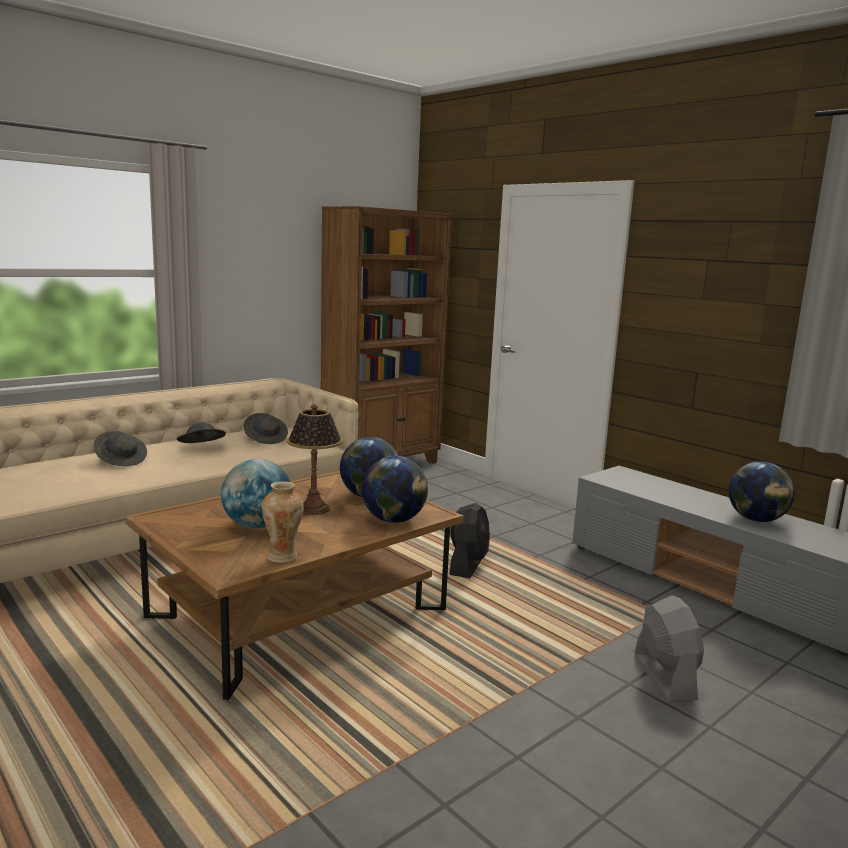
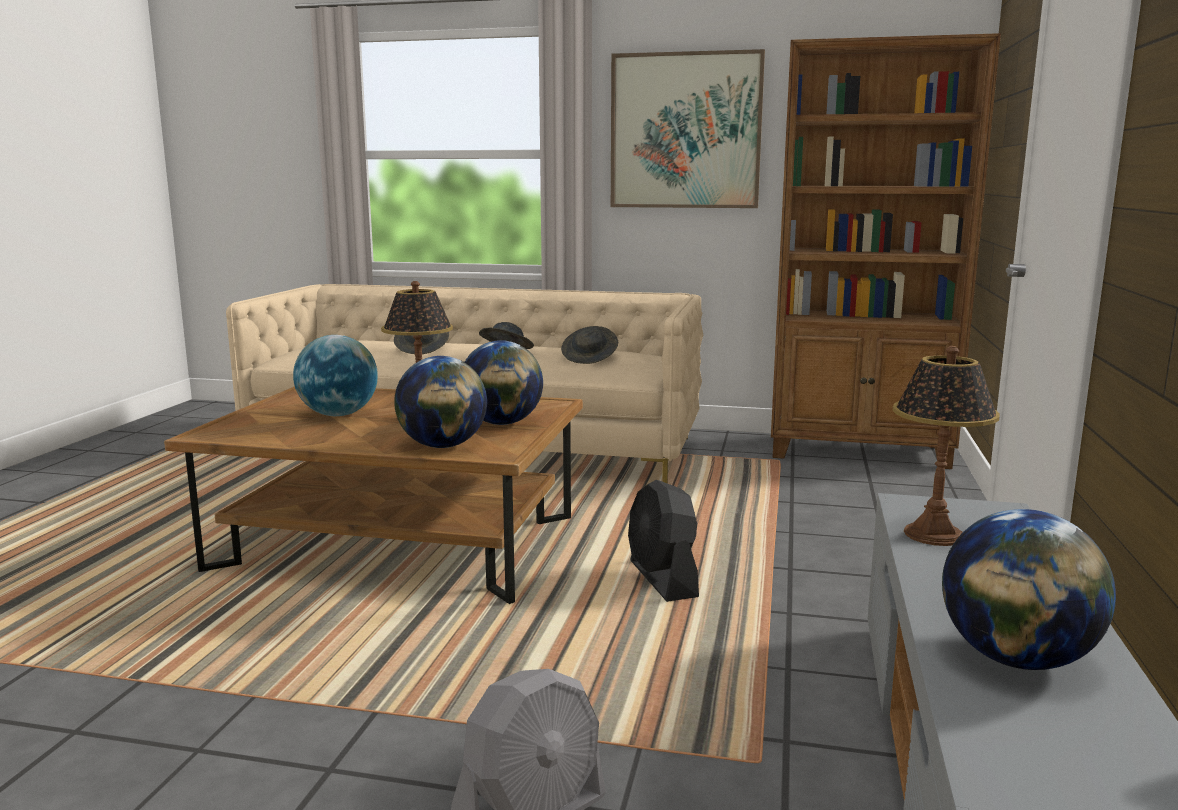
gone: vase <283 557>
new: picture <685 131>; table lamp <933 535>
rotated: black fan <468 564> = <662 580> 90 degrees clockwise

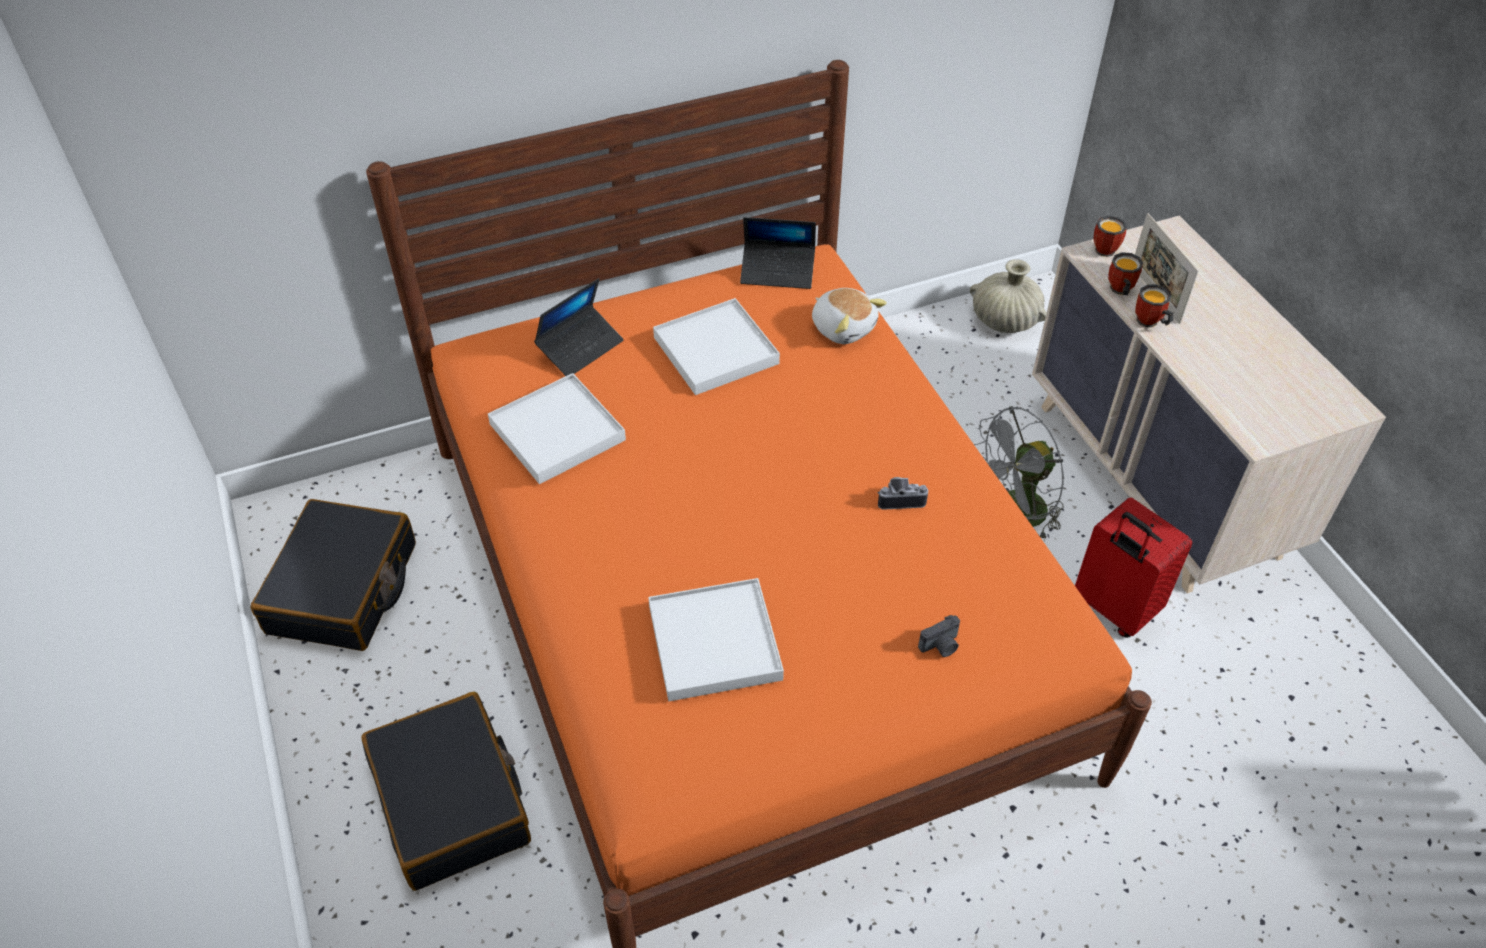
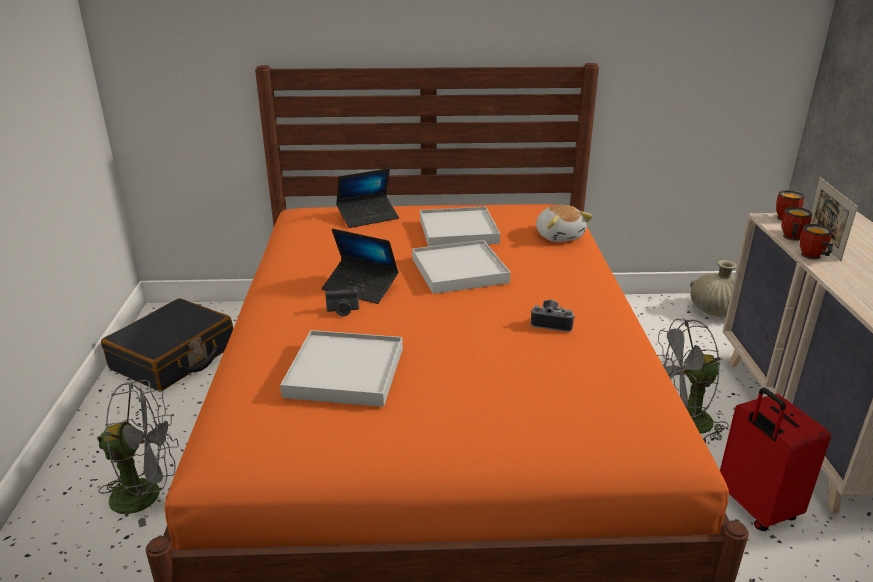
shifted: white tray <557 432> to <459 270>; laptop <777 272> to <360 287>; photo camera <941 646> to <343 311>
swapped: black suitcase <452 801> to grey fan <147 494>

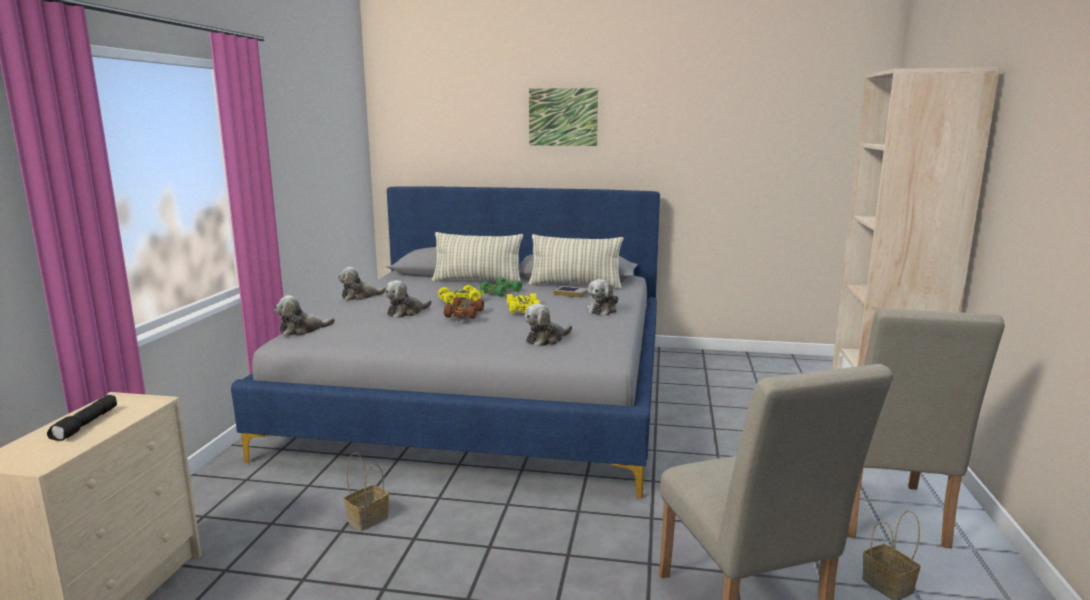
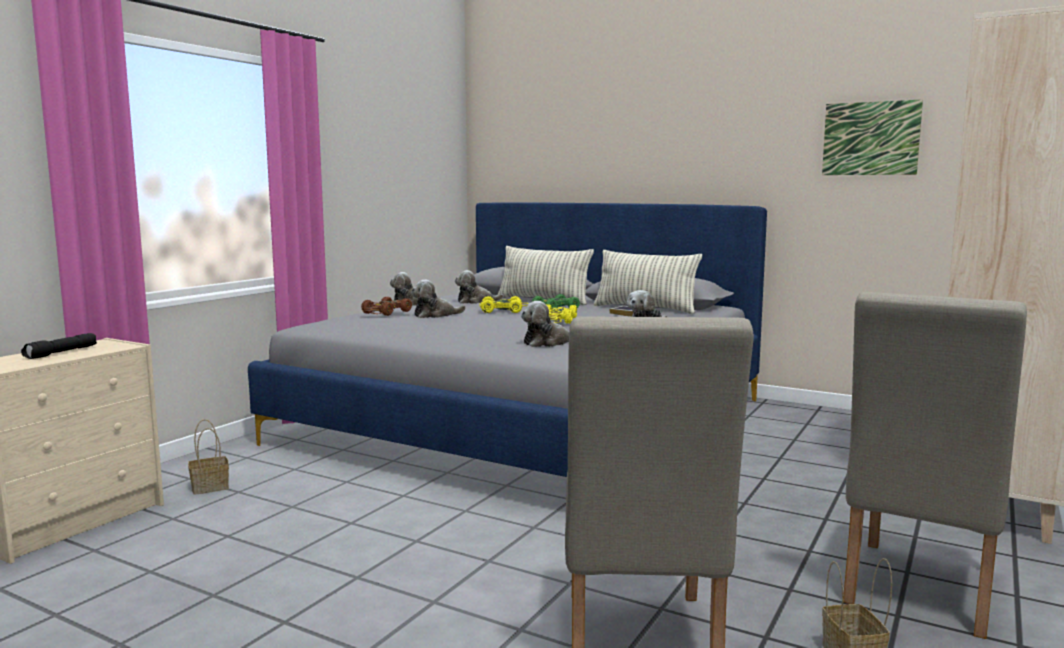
shifted: plush toy <302 330> to <476 302>; basket <368 518> to <211 487>; brown toy car <464 314> to <386 312>; picture <563 117> to <870 138>

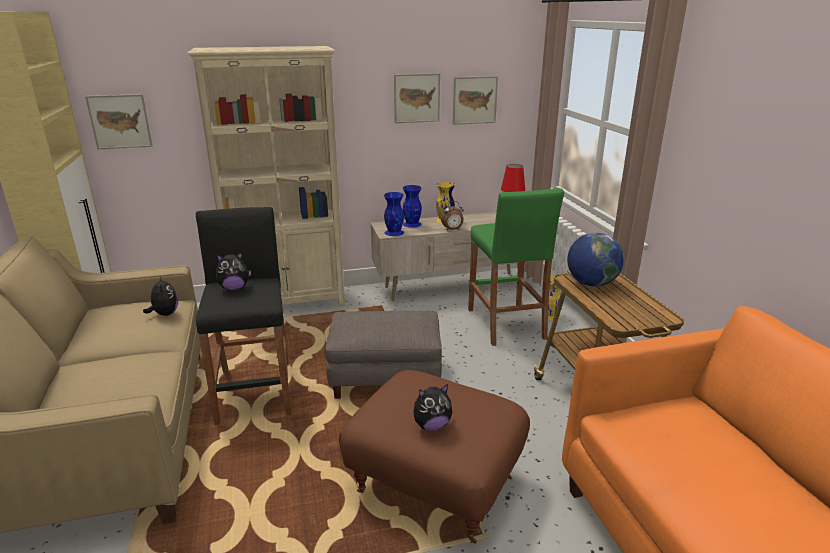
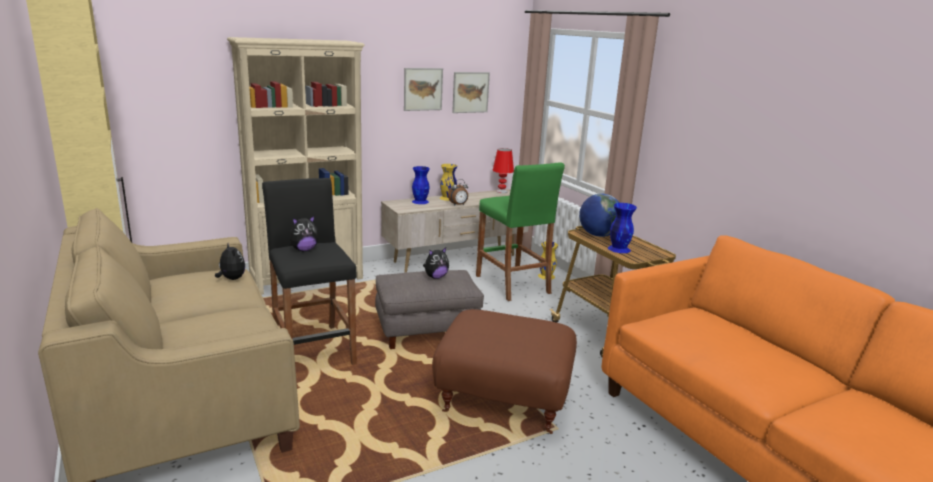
gone: picture <120 121>
shifted: blue vase <394 232> to <618 249>; plush toy <431 425> to <435 277>

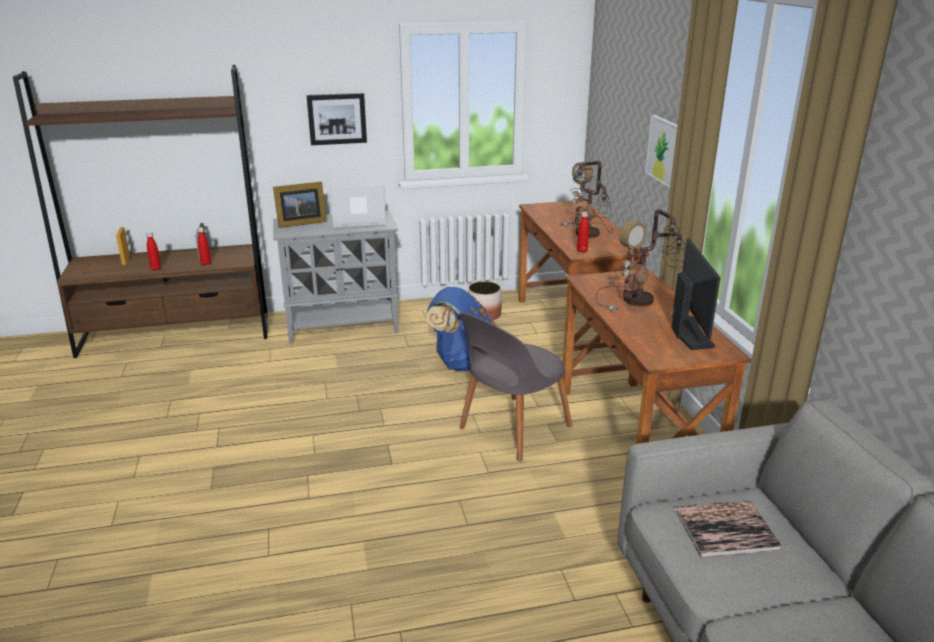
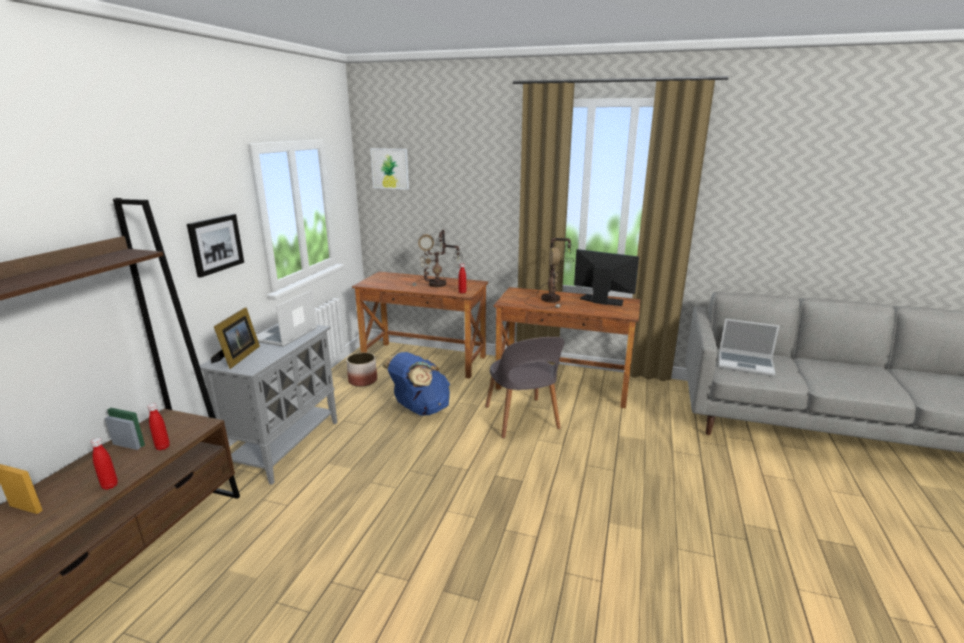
shifted: picture <664 151> to <390 168>
swapped: book <725 529> to laptop <746 364>

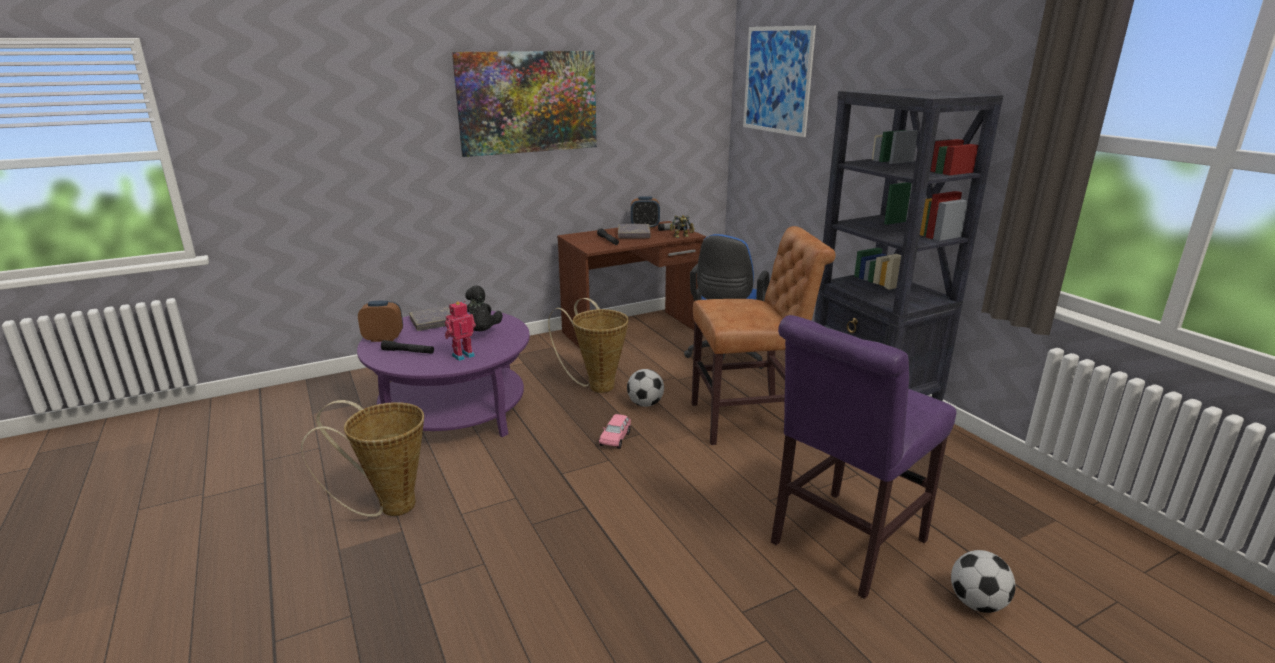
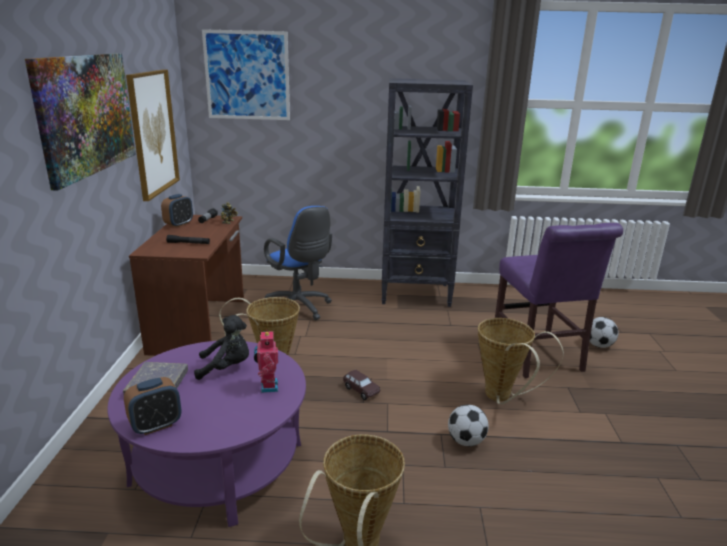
gone: black flashlight <408 352>; grey book <634 234>; brown chair <750 420>
new: picture <153 133>; basket <502 398>
shifted: football <645 404> to <466 441>
repainted: pink toy car <615 438> to brown toy car <361 390>
rotated: alarm clock <383 338> = <156 425> 150 degrees counterclockwise

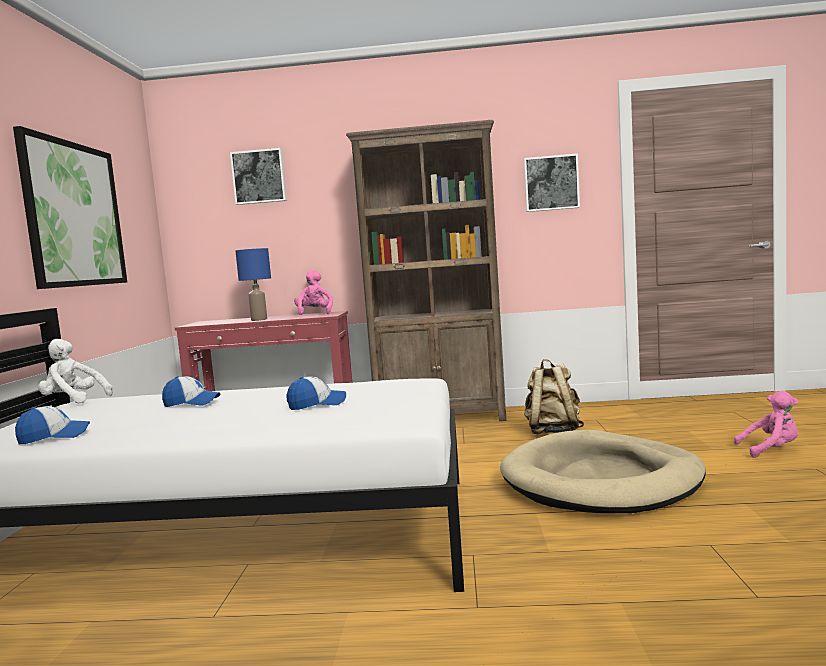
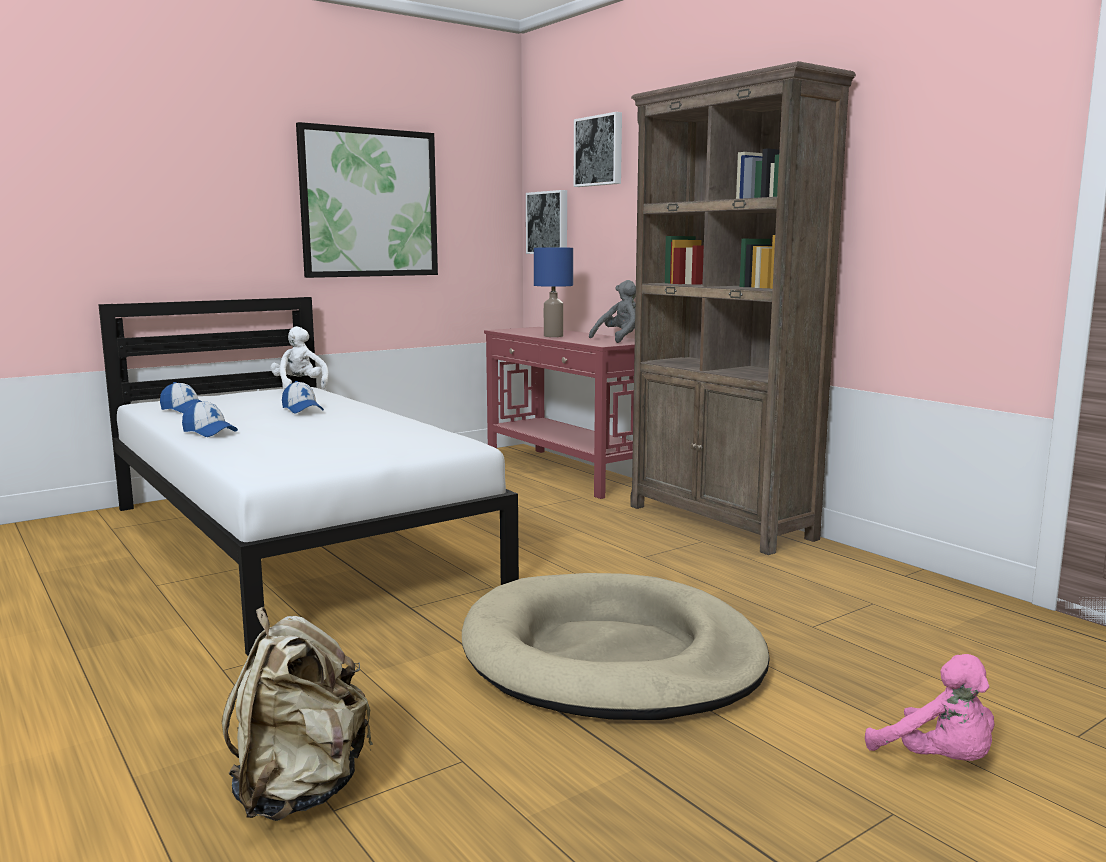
shifted: cap <317 404> to <209 432>; picture <551 183> to <548 223>; beige backpack <553 431> to <300 790>
repainted: pink plush toy <314 314> to grey plush toy <619 339>

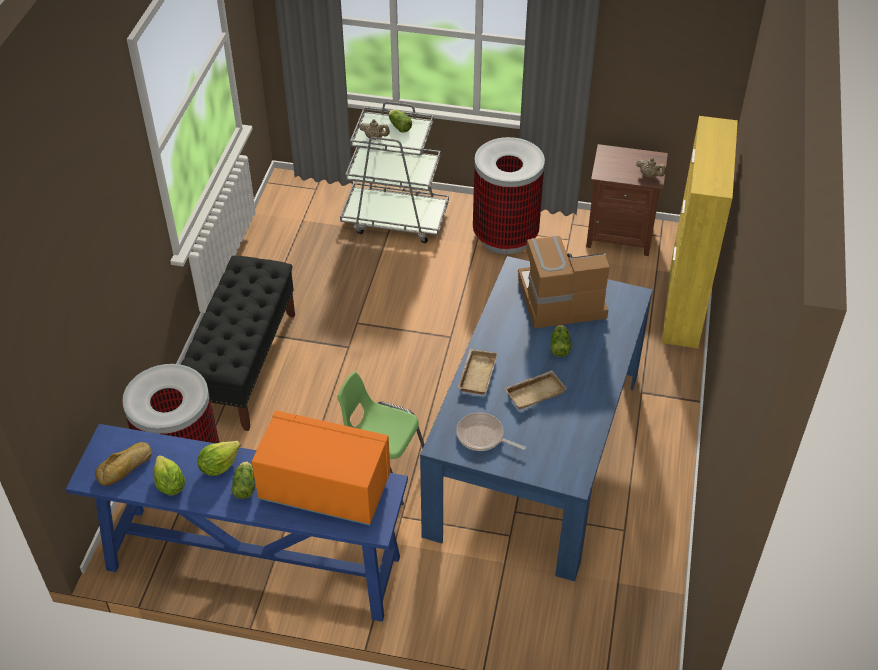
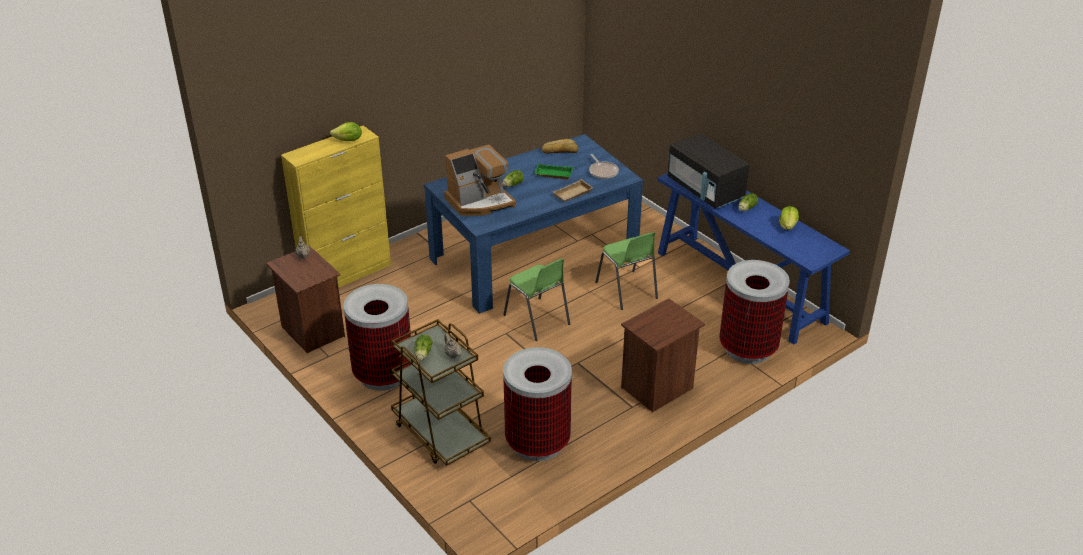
new: green chair <537 320>; trash can <537 442>
shifted: bread <126 467> to <560 150>; lettuce <219 466> to <348 140>
swapped: black bench <245 365> to brown nightstand <658 389>
repainted: orange microwave <324 489> to black microwave <705 190>; grey cart <395 219> to brown cart <440 433>; beige tray <535 392> to green tray <553 174>
rotated: coffee machine <560 300> = <480 202> 60 degrees counterclockwise

